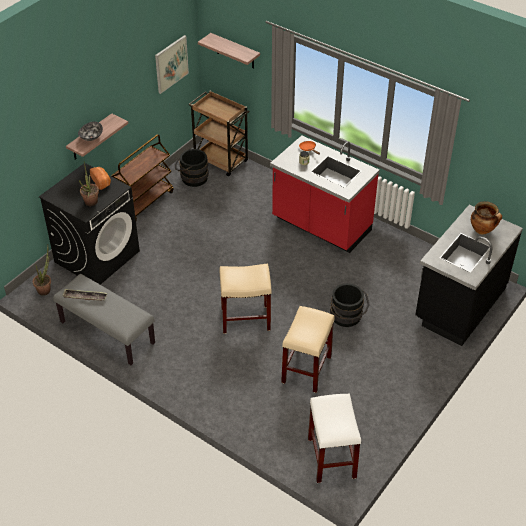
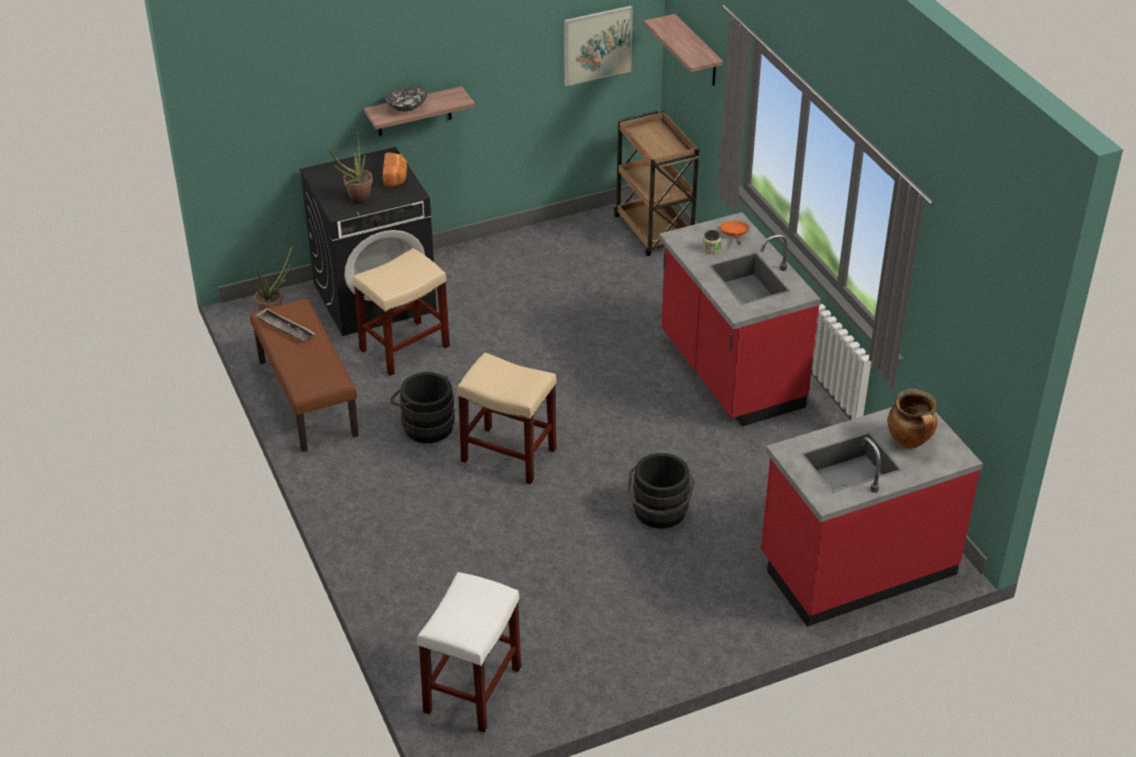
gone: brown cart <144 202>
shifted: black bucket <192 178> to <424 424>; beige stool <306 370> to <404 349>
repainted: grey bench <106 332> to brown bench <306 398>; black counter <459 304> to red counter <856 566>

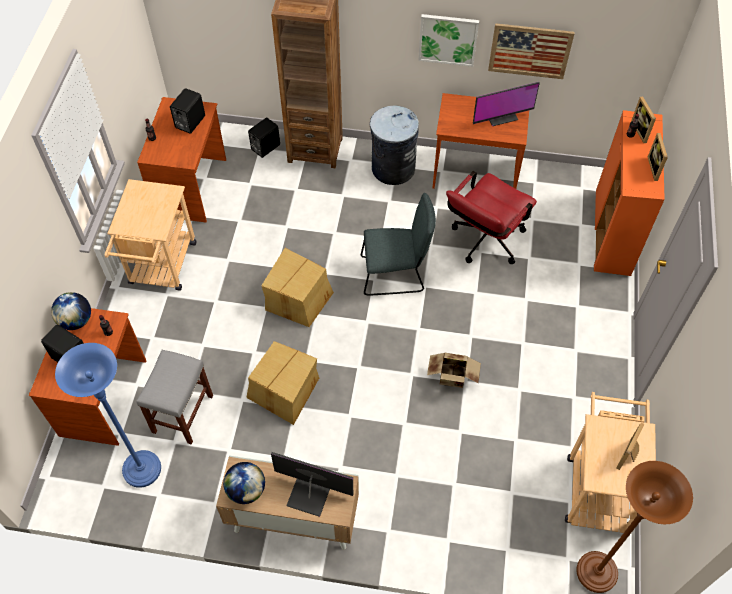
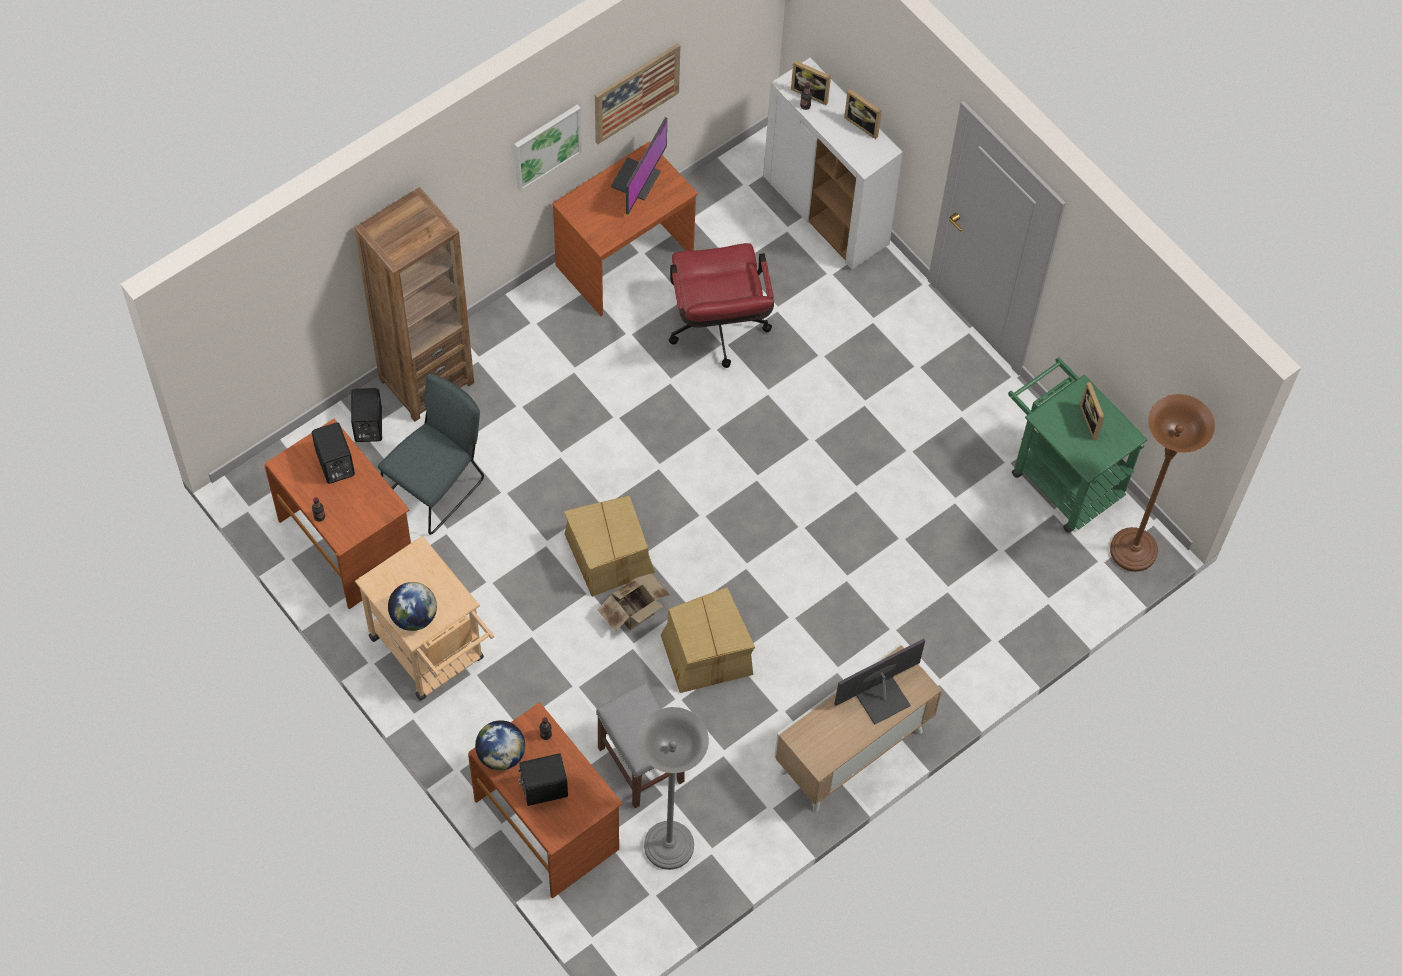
gone: grey trash can <392 168>
shifted: globe <246 490> to <414 616>; grey chair <395 274> to <436 486>; cardboard box <453 379> to <636 613>
repainted: blue floor lamp <142 470> to grey floor lamp <668 846>; beige cart <597 485> to green cart <1060 476>; orange cabinet <612 233> to white cabinet <826 212>

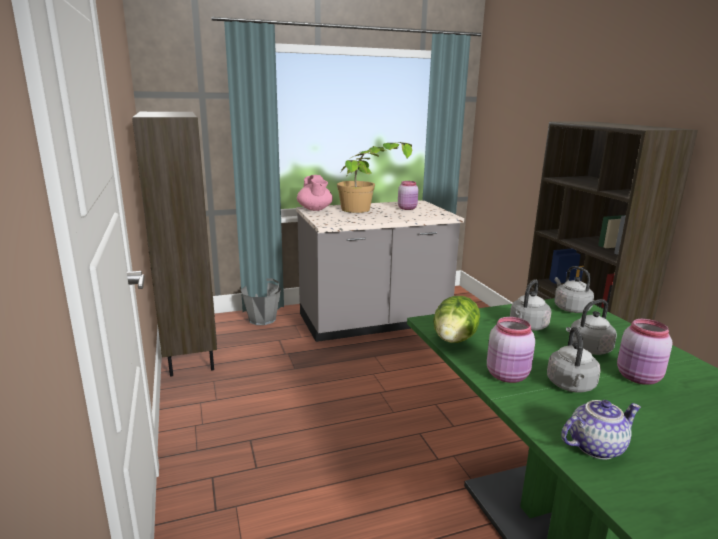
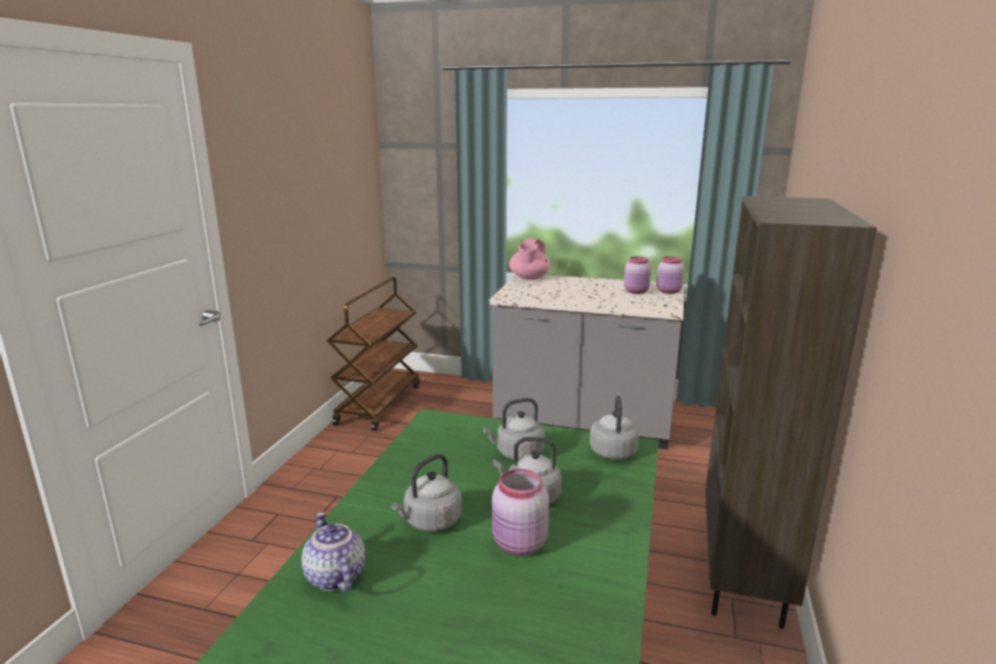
gone: grey bucket <262 319>; potted plant <368 211>; lettuce <454 340>
shifted: pink jar <508 376> to <669 291>
swapped: brown bookcase <189 352> to brown cart <379 404>
rotated: teapot <595 446> = <333 577> 135 degrees counterclockwise

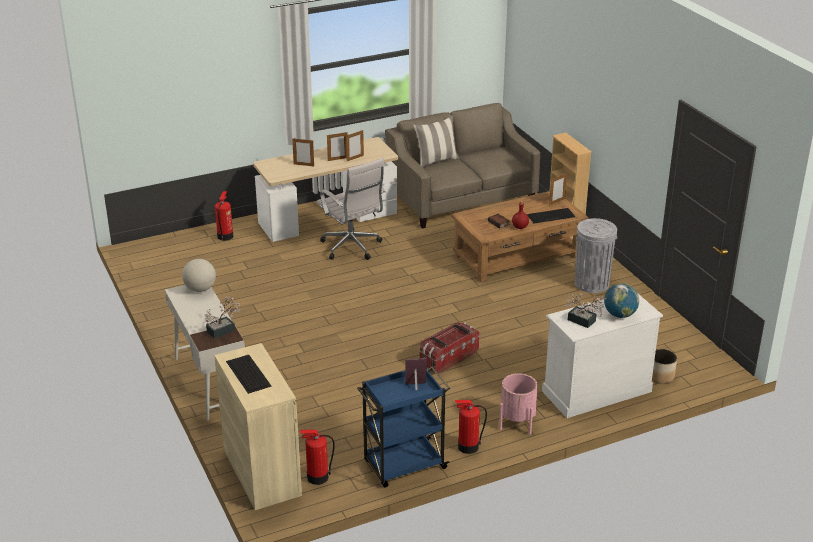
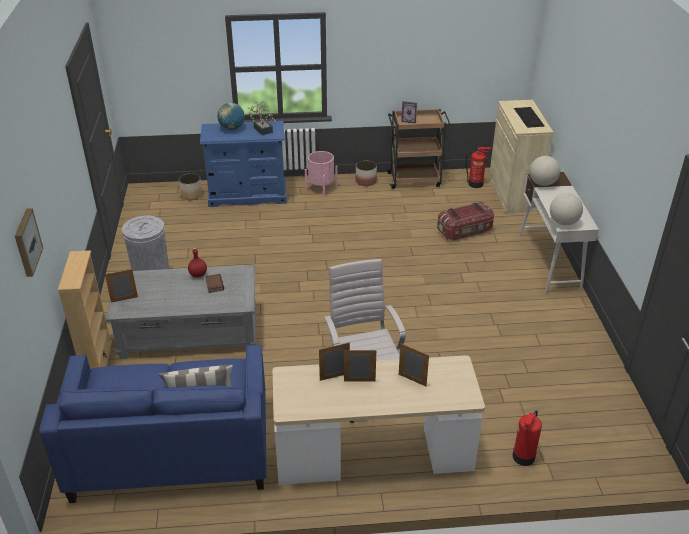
gone: keyboard <551 215>
new: picture <26 242>
shifted: storage box <448 358> to <465 231>
swapped: potted plant <224 330> to globe <542 183>; fire extinguisher <467 447> to planter <366 181>
repainted: blue cart <403 465> to brown cart <415 180>; beige sofa <461 198> to blue sofa <171 449>; brown coffee table <517 255> to grey coffee table <189 332>; white dresser <596 391> to blue dresser <248 195>

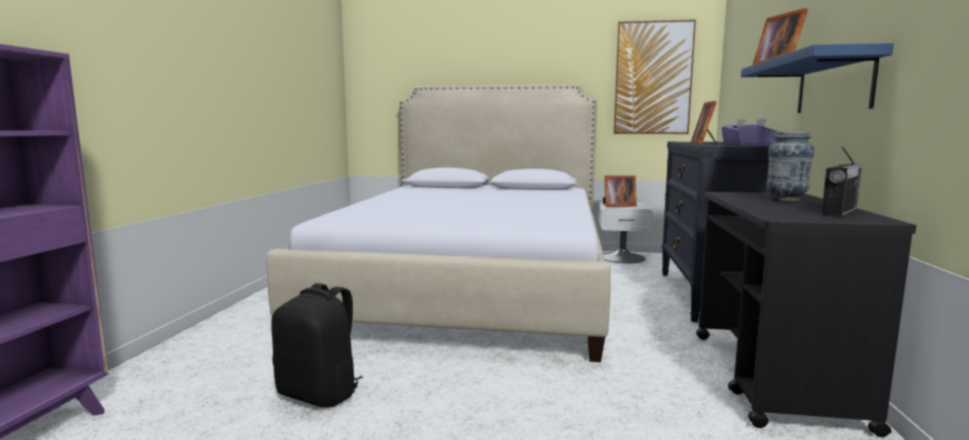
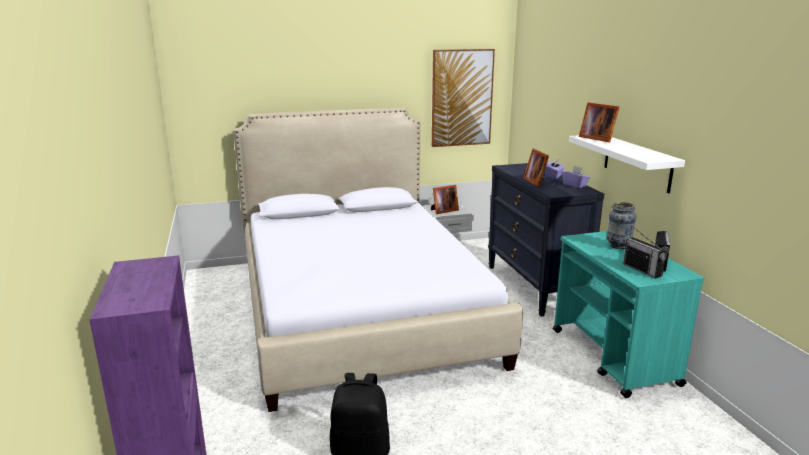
new: radio <642 270>
repainted: black cart <774 379> to turquoise cart <614 357>; blue shelf <833 84> to white shelf <637 162>

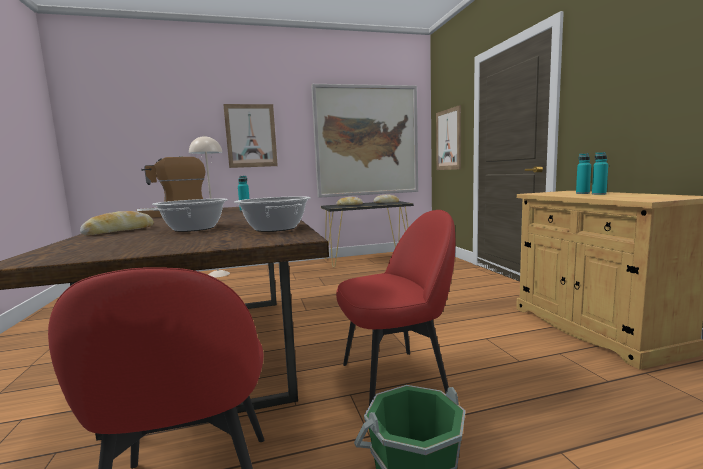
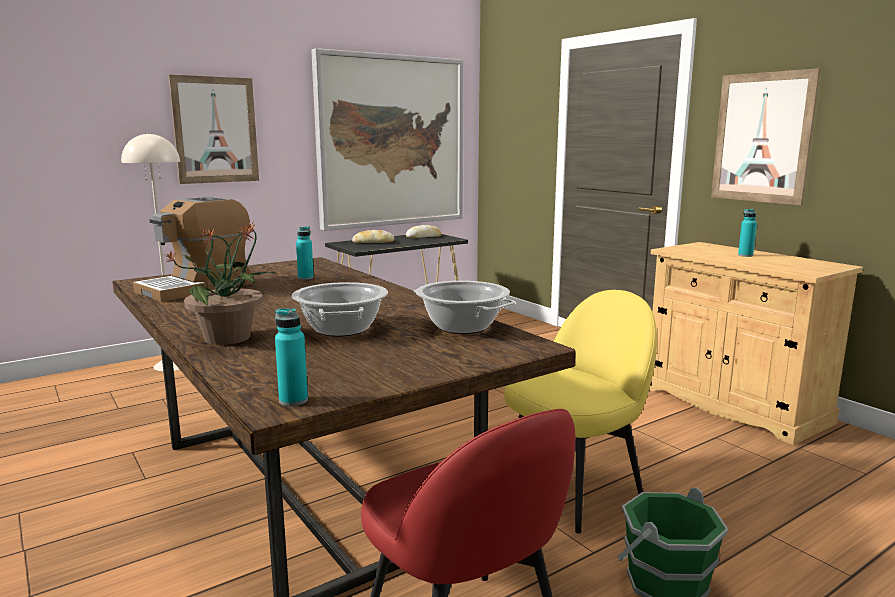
shifted: picture <448 139> to <762 138>; turquoise bottle <582 193> to <293 400>
swapped: bread <119 231> to potted plant <229 337>
repainted: red chair <396 379> to yellow chair <573 489>

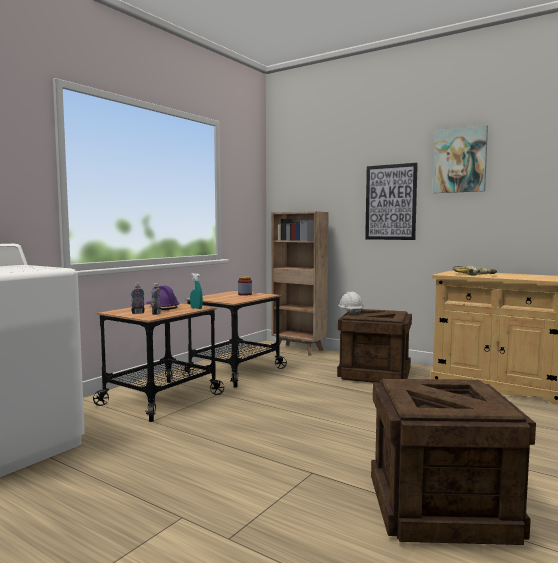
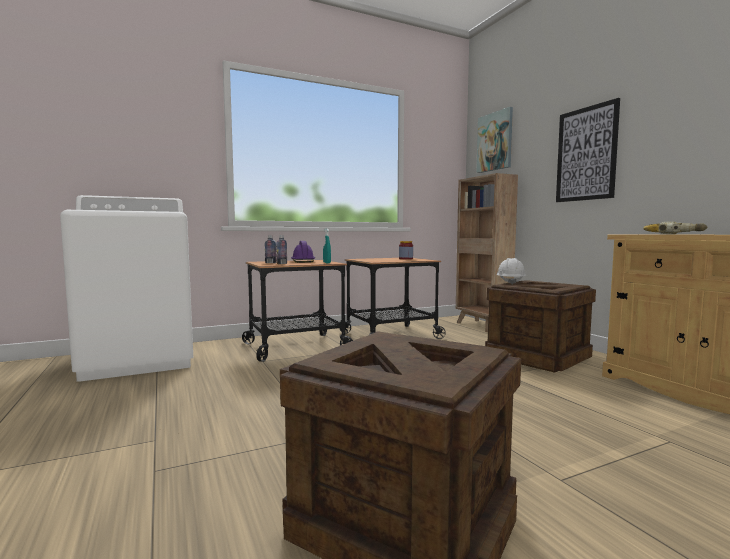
shifted: picture <459 160> to <495 141>

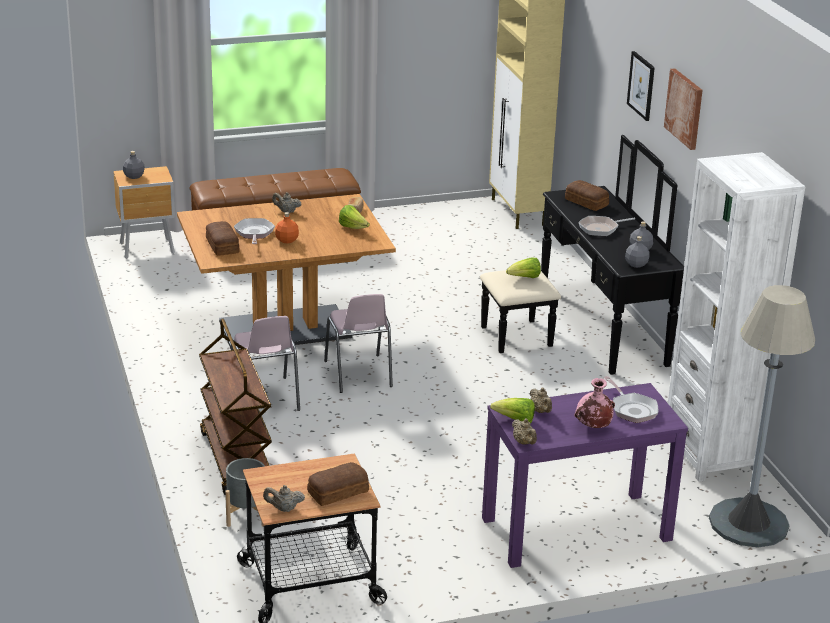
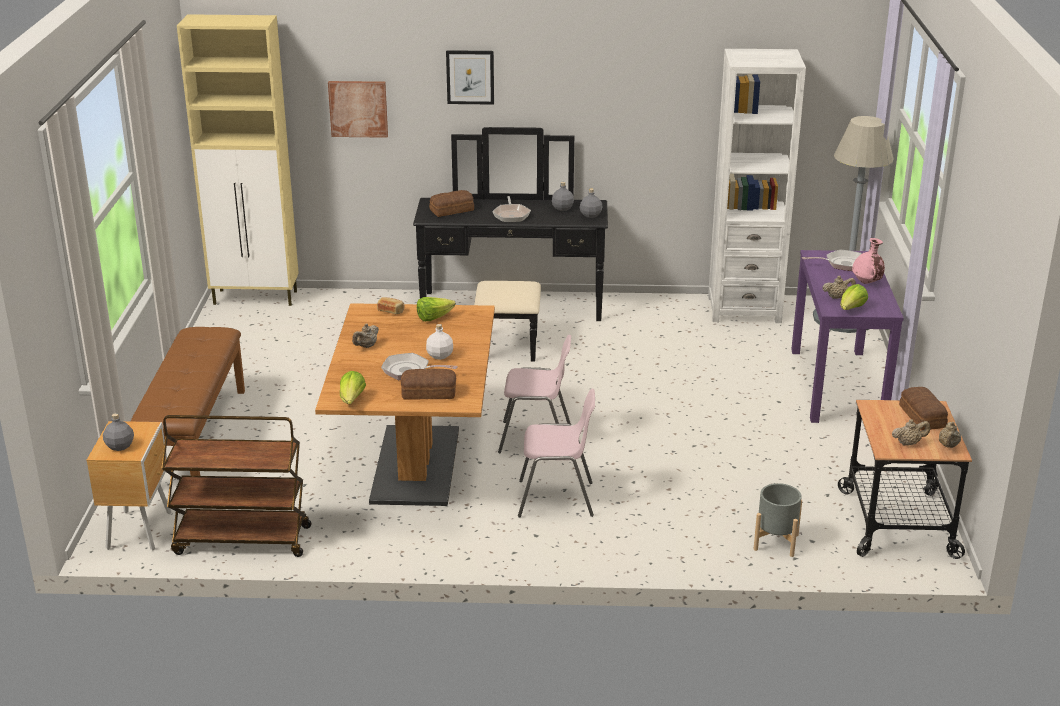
shifted: brown cart <235 459> to <241 541>; lettuce <524 278> to <352 400>; beige teapot <524 443> to <909 443>; picture <685 108> to <358 108>
repainted: orange bottle <287 240> to white bottle <439 355>

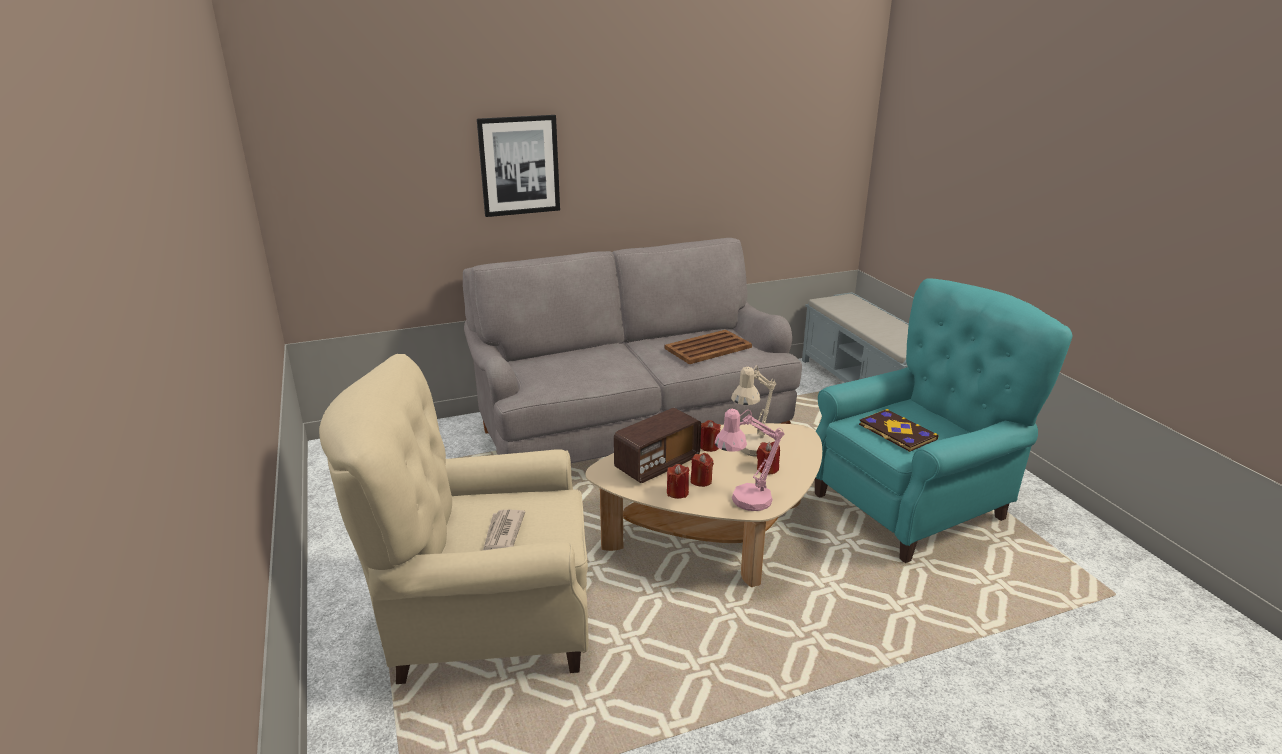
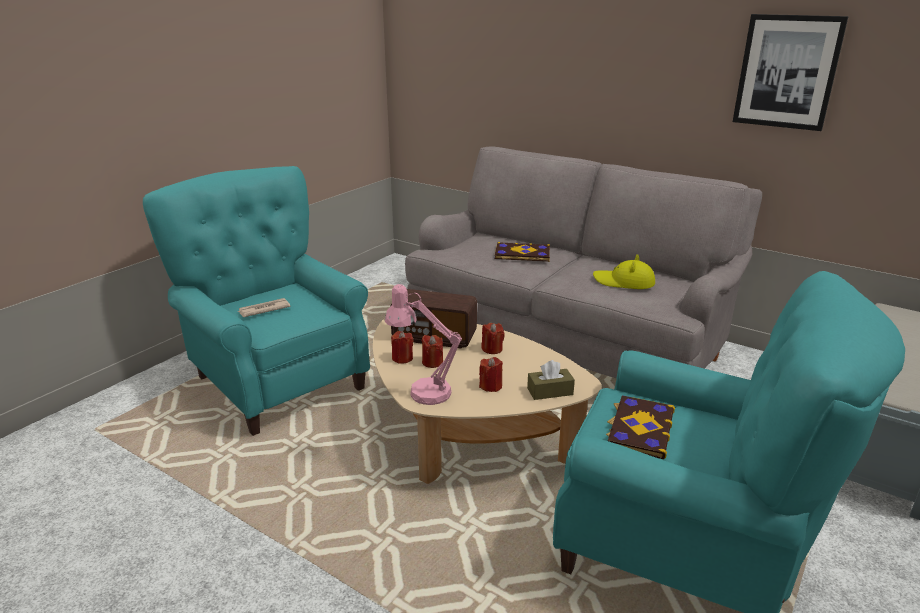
gone: beige table lamp <751 450>
new: book <522 254>; brown tissue box <550 391>
shifted: picture <519 165> to <787 72>
swapped: brown tray <709 348> to yellow hat <624 282>
repainted: beige armchair <482 622> to turquoise armchair <276 380>

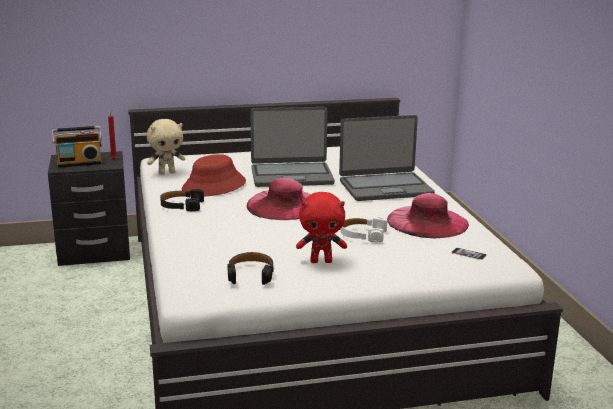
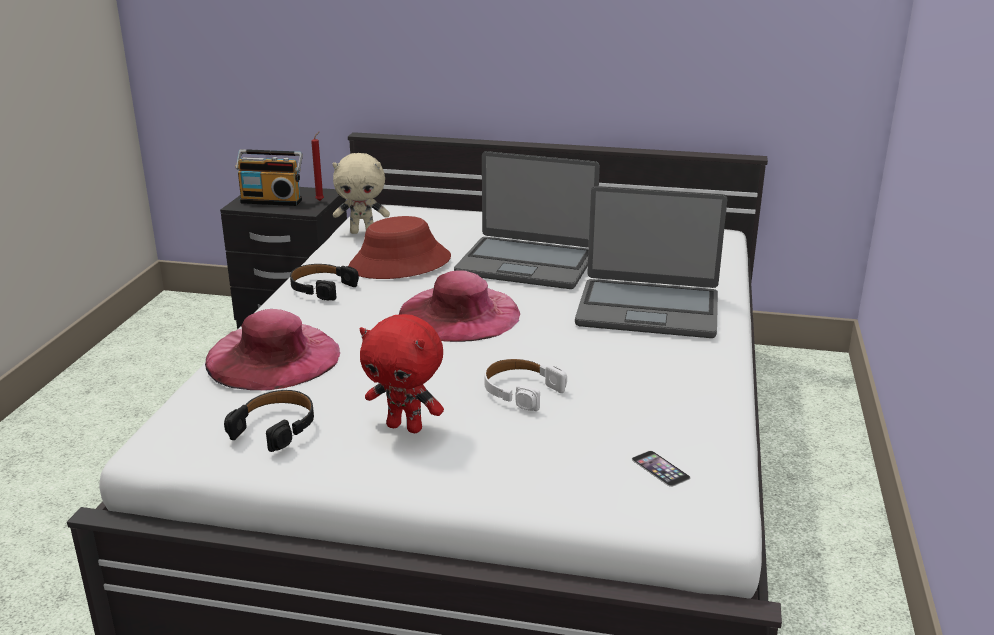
shifted: pink hat <427 222> to <272 356>

